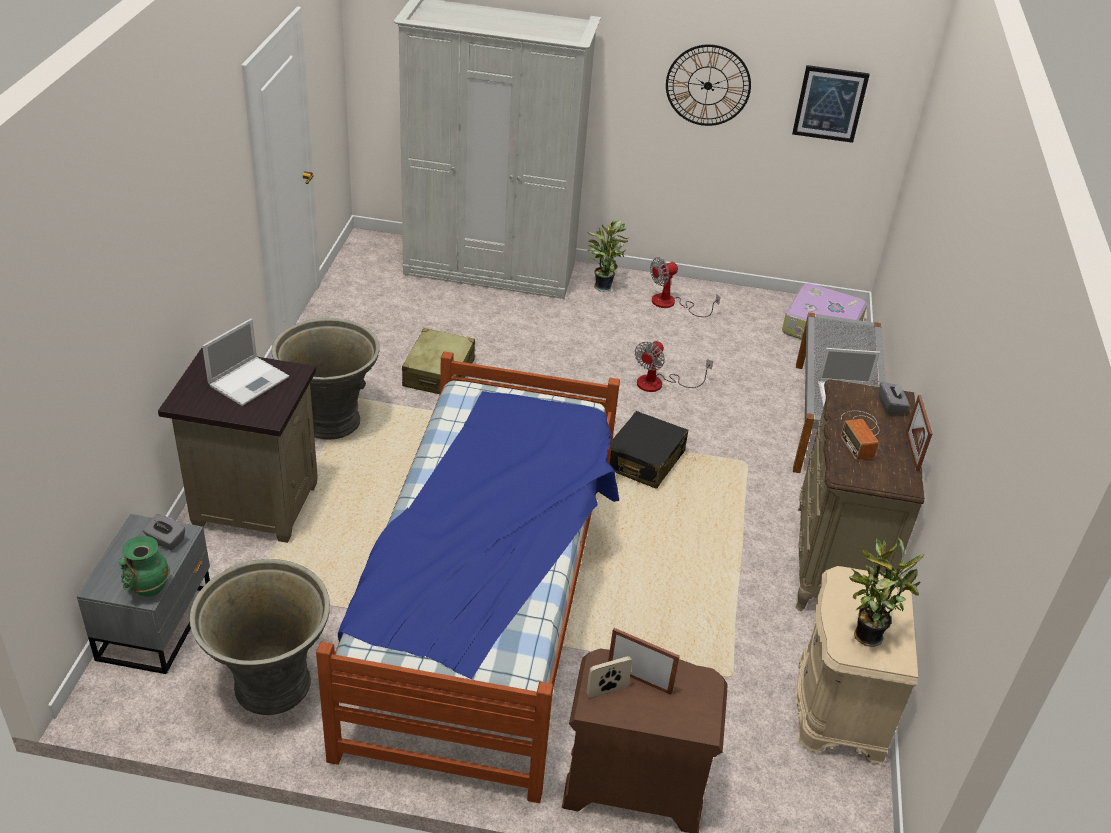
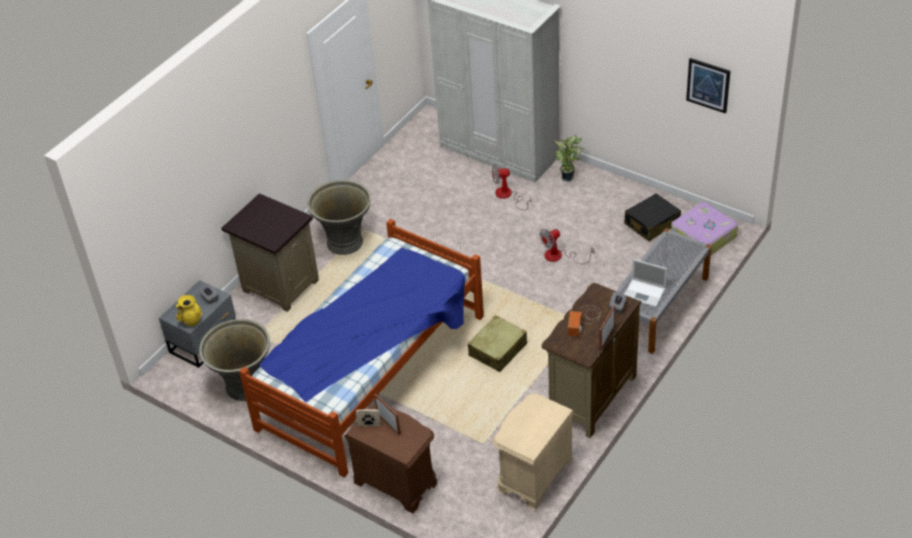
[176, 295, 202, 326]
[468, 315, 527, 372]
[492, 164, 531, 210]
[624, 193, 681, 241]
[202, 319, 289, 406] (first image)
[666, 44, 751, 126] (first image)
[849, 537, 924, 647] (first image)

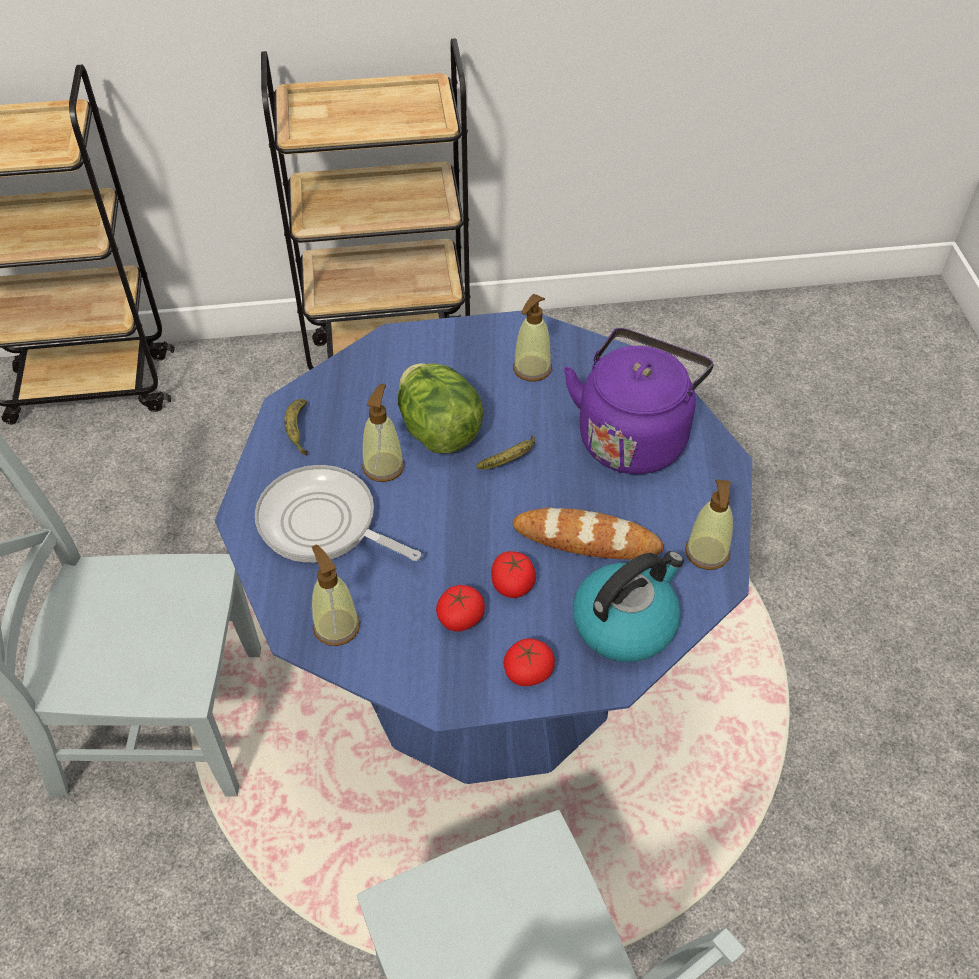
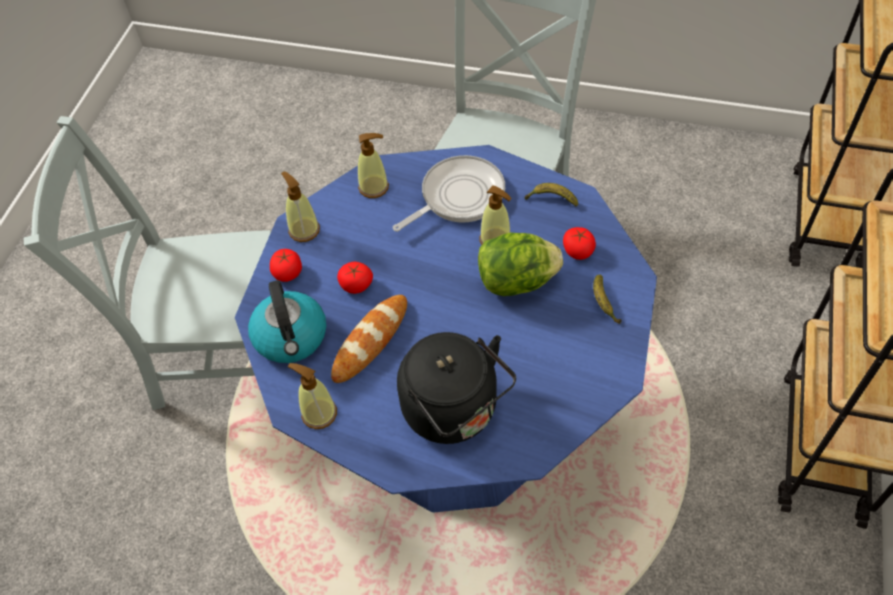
[281, 171, 320, 242]
[397, 332, 516, 444]
[563, 227, 596, 260]
[593, 275, 621, 324]

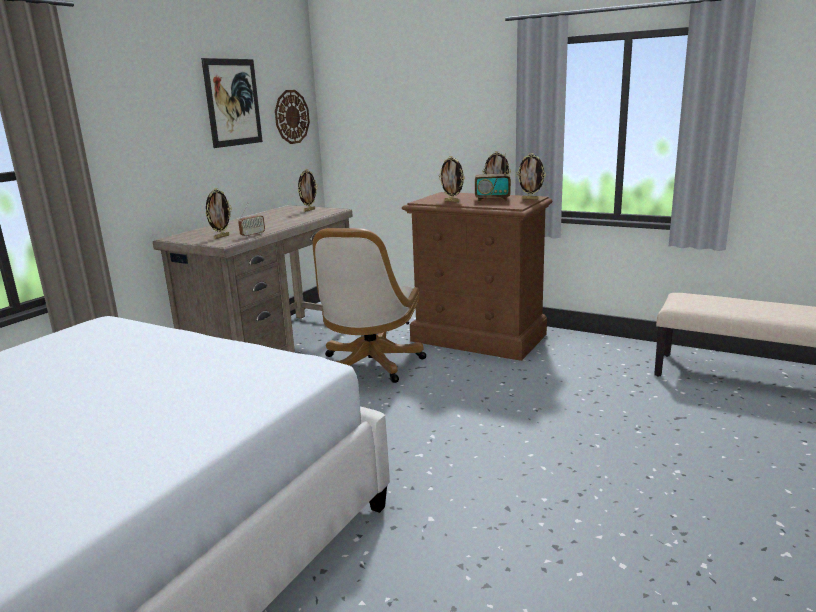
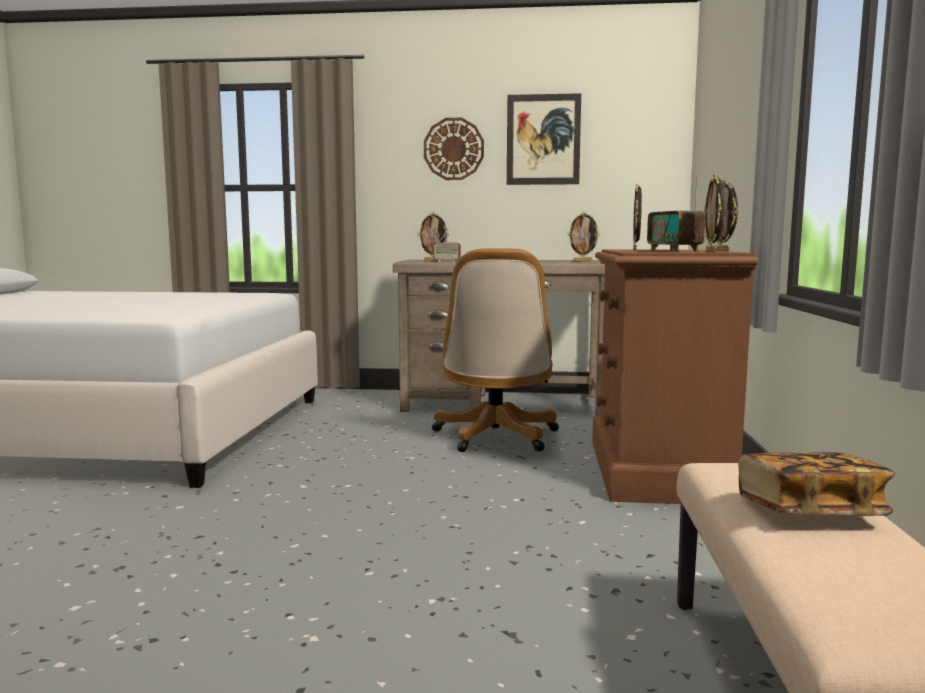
[424, 118, 484, 180]
[432, 249, 559, 452]
[738, 452, 895, 516]

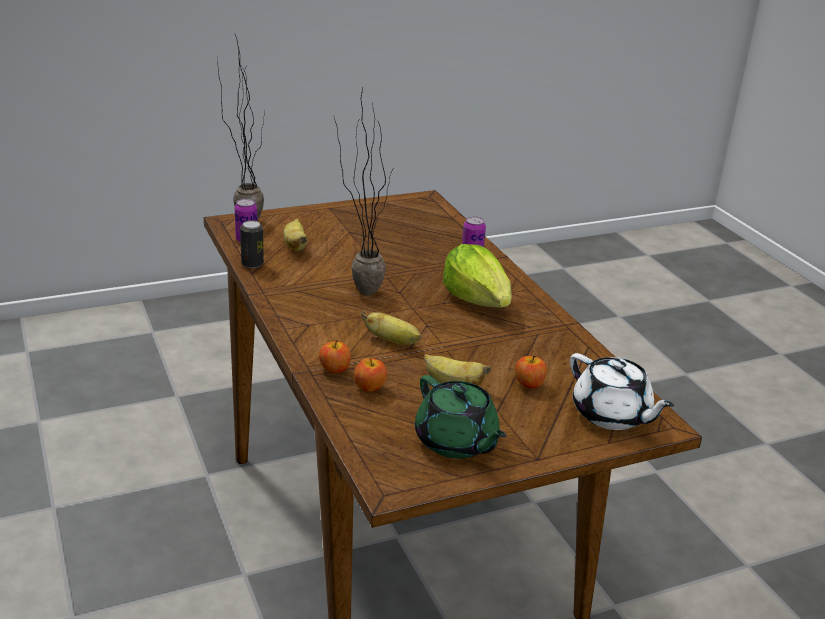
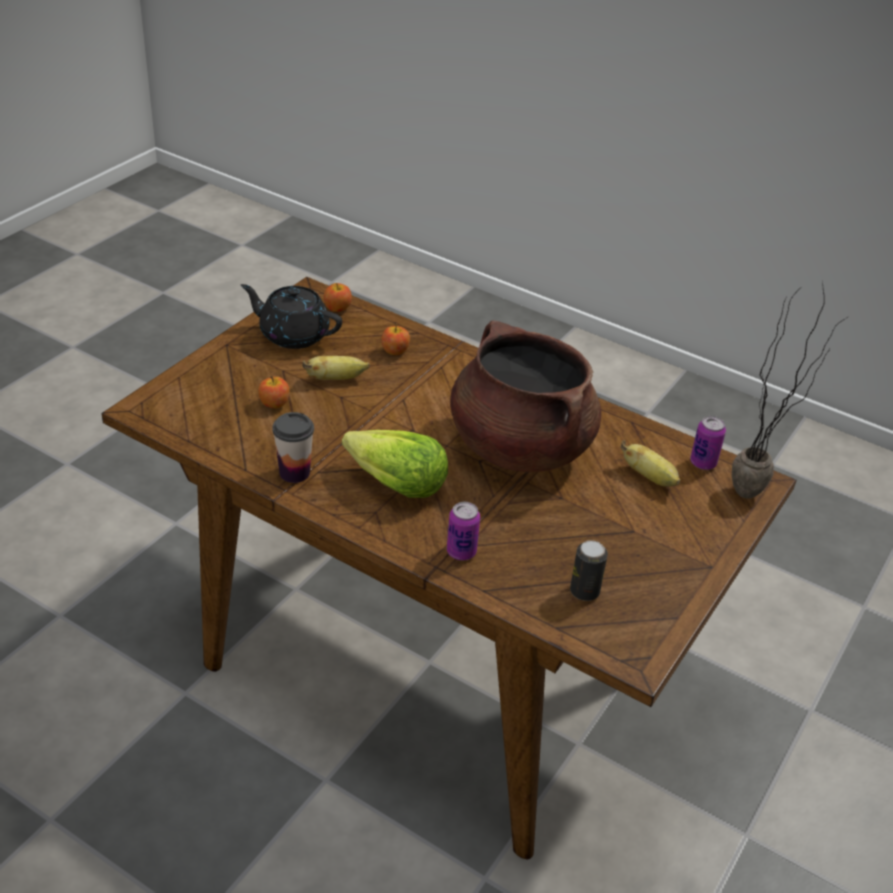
[241, 284, 342, 349]
[272, 412, 314, 483]
[324, 283, 352, 312]
[450, 320, 601, 472]
[570, 540, 608, 601]
[361, 311, 421, 345] (first image)
[570, 353, 674, 430] (first image)

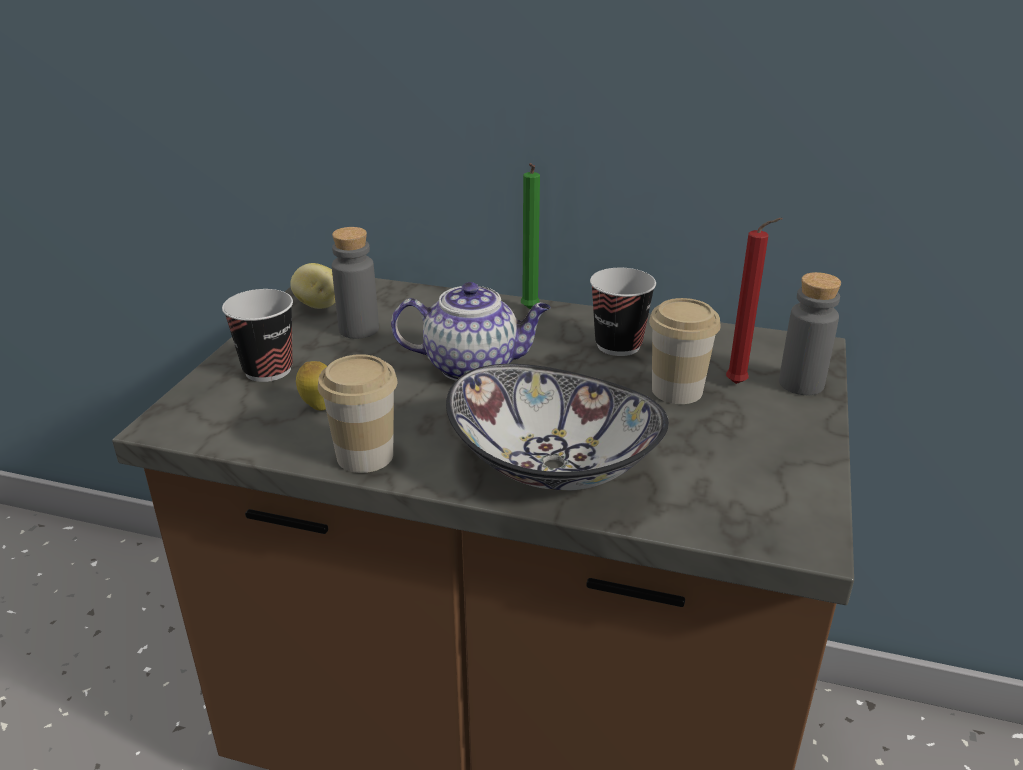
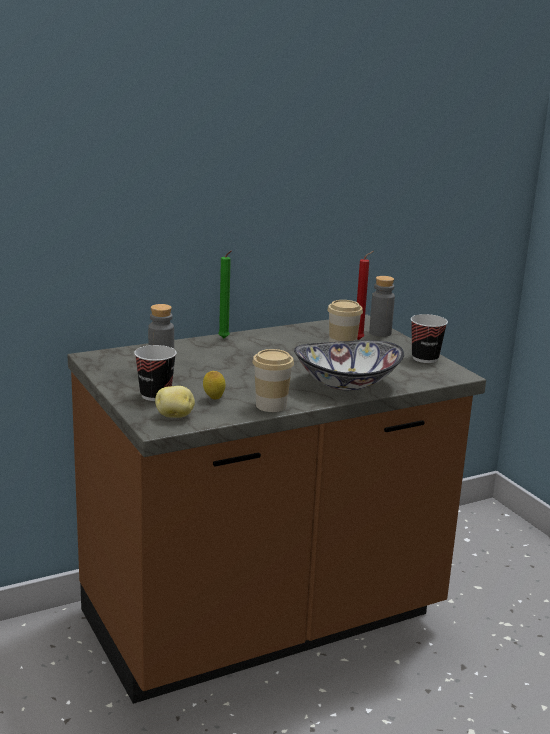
[155, 386, 195, 418]
[411, 314, 448, 363]
[391, 282, 551, 381] (first image)

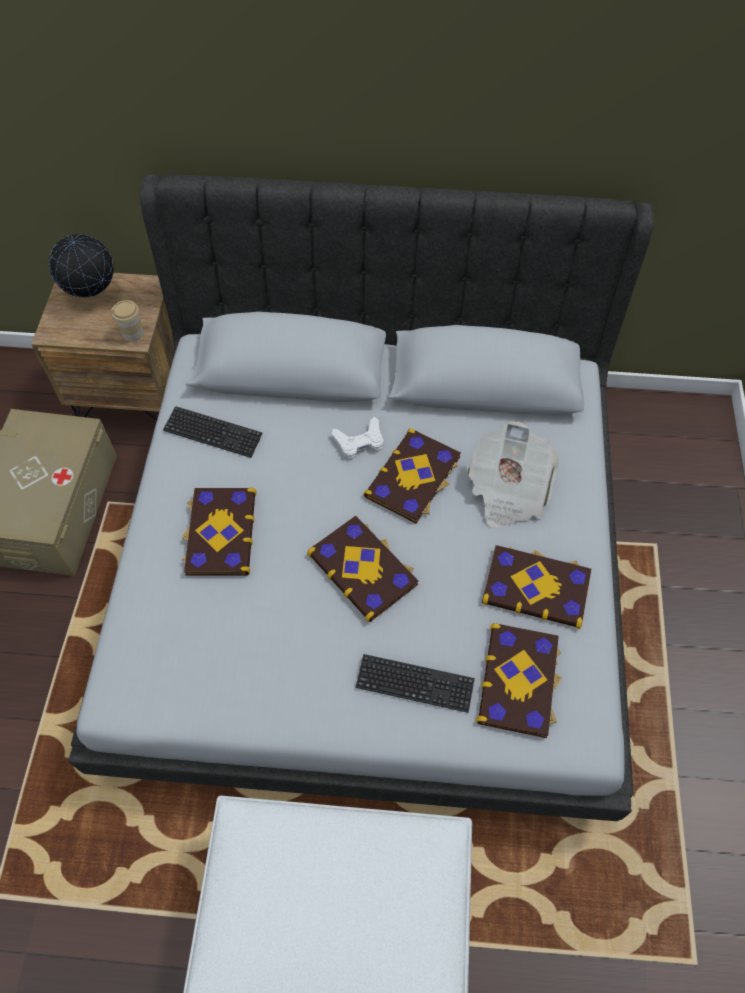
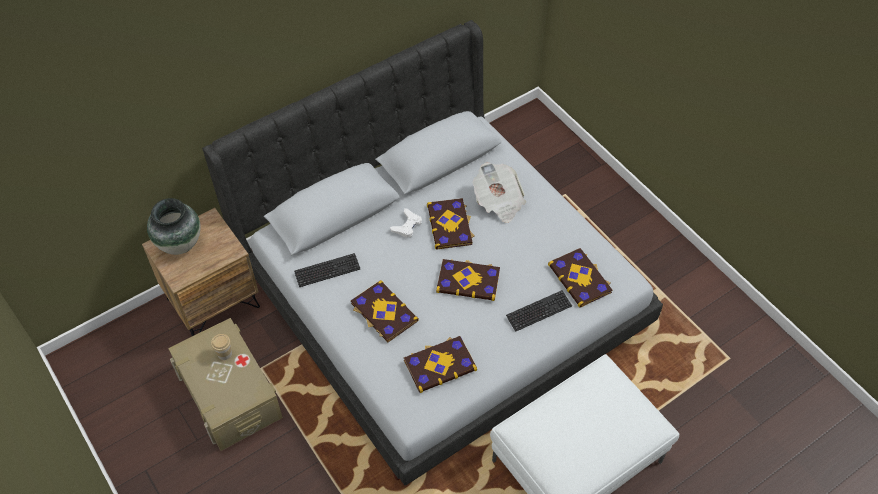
[147, 198, 201, 255]
[211, 334, 232, 360]
[404, 336, 477, 393]

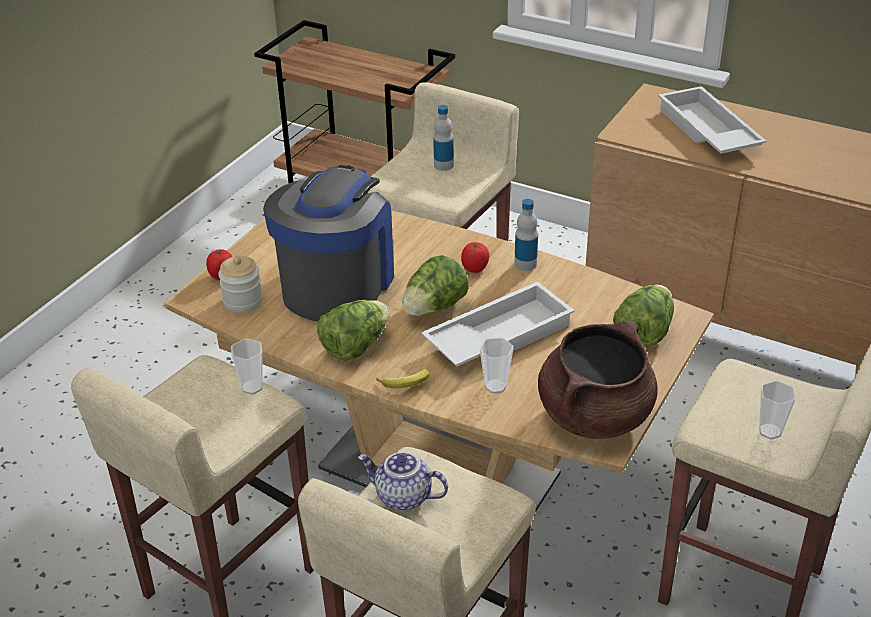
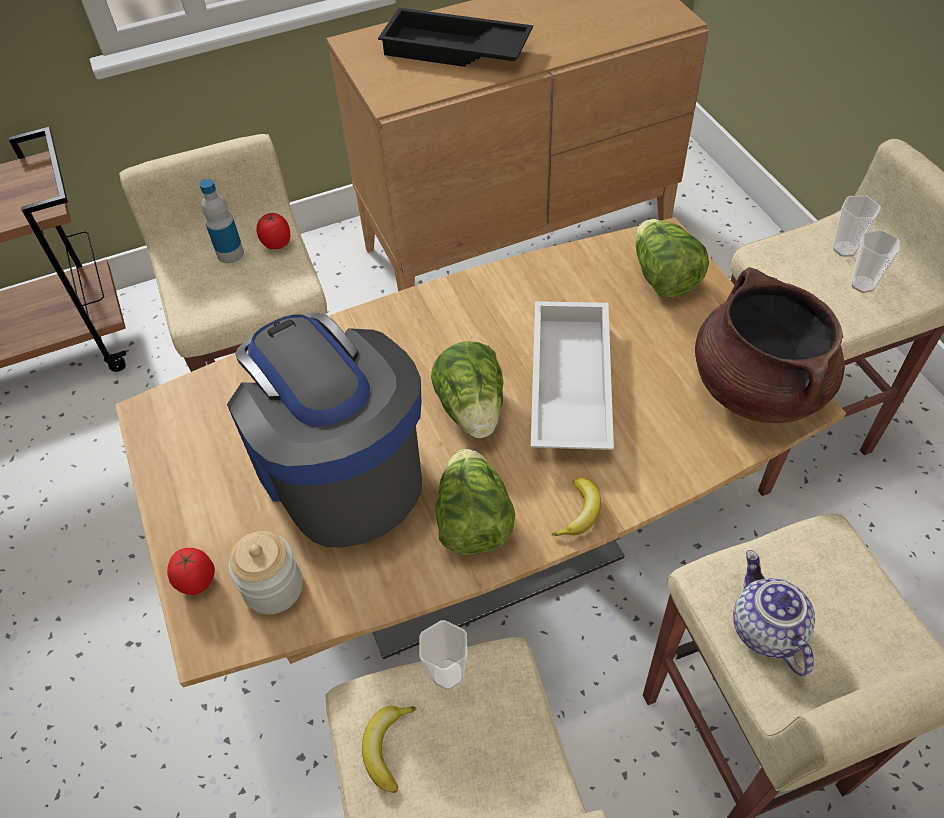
[256, 213, 290, 250]
[362, 706, 417, 793]
[378, 8, 533, 67]
[733, 550, 815, 676]
[833, 196, 881, 257]
[514, 199, 538, 271] (first image)

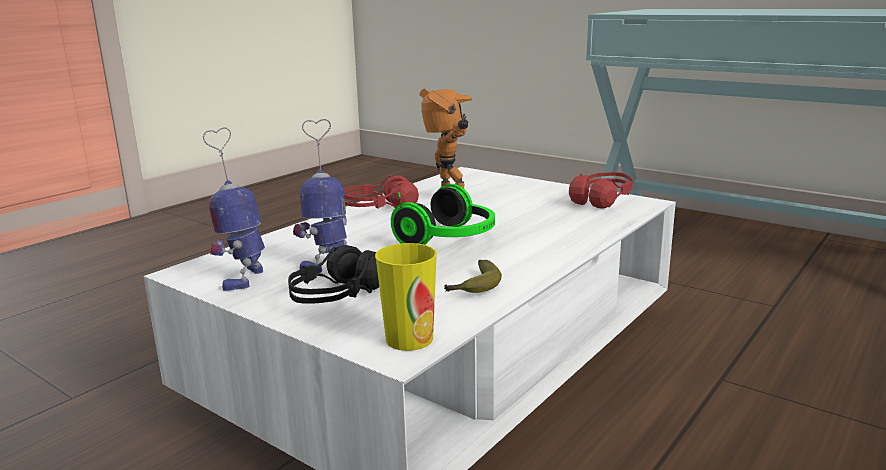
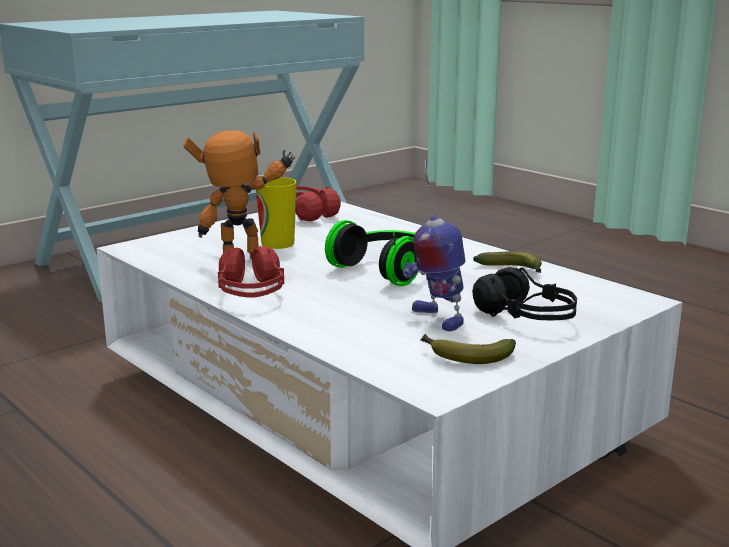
[256, 177, 297, 249]
[420, 334, 516, 364]

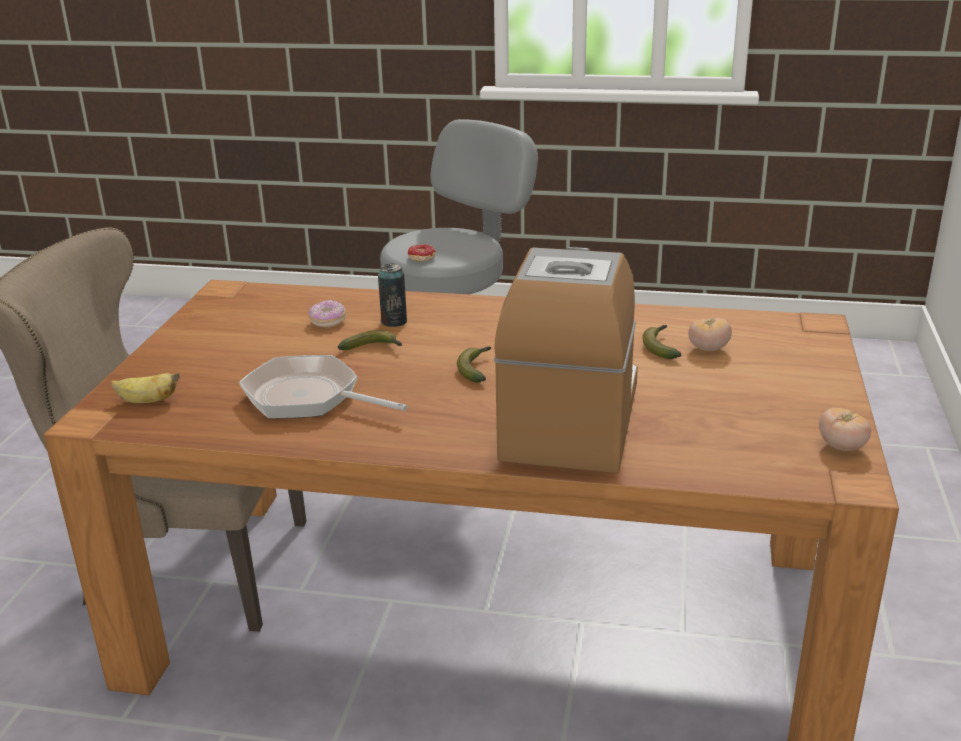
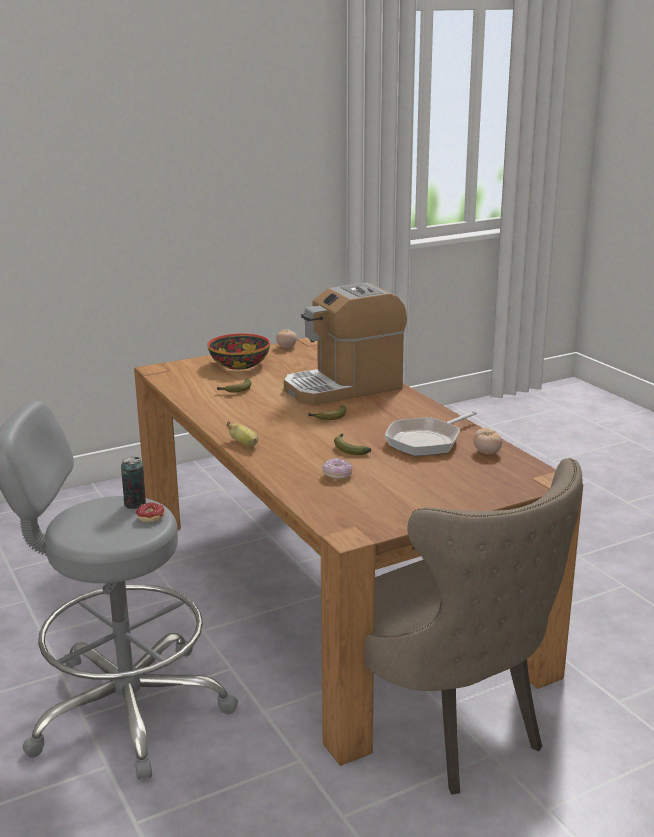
[121, 457, 146, 509]
[207, 333, 270, 370]
[227, 421, 258, 447]
[385, 411, 477, 456]
[474, 428, 502, 454]

